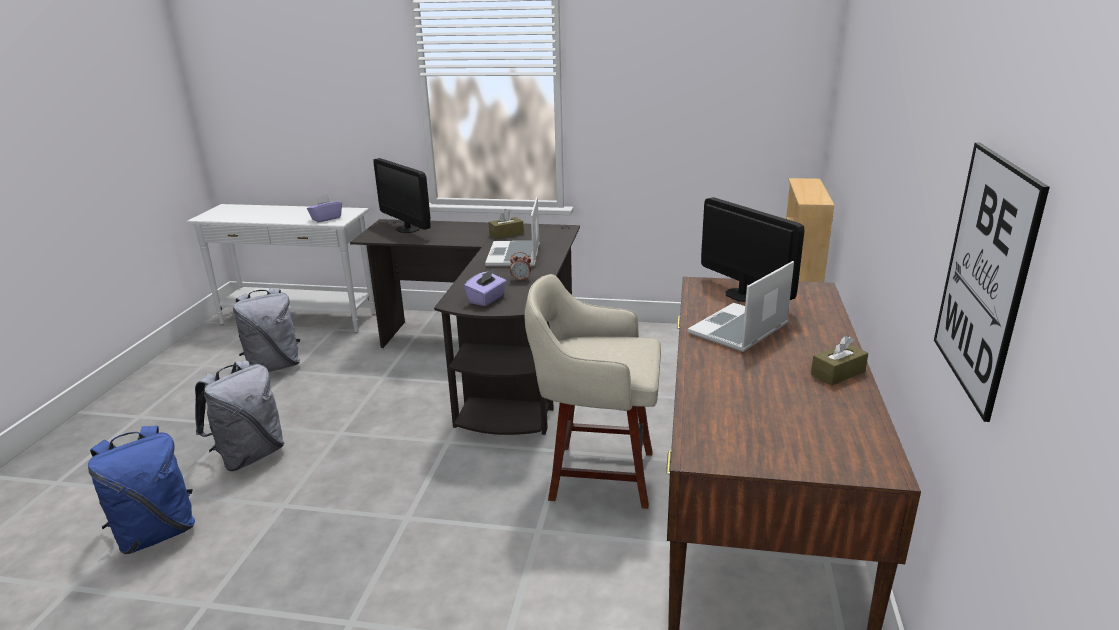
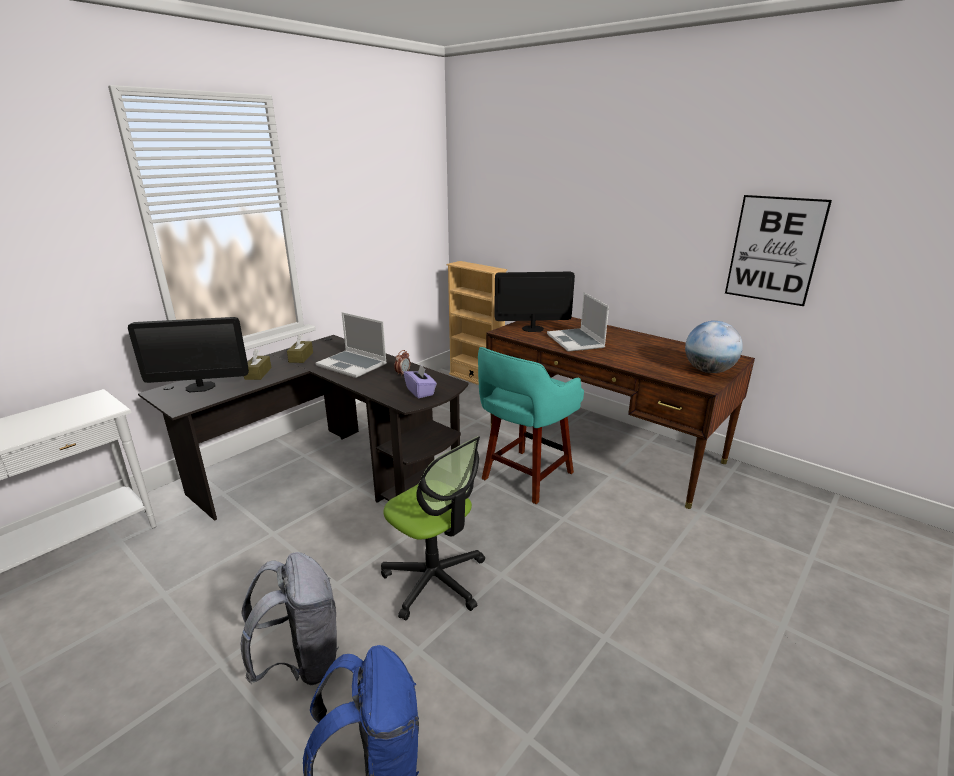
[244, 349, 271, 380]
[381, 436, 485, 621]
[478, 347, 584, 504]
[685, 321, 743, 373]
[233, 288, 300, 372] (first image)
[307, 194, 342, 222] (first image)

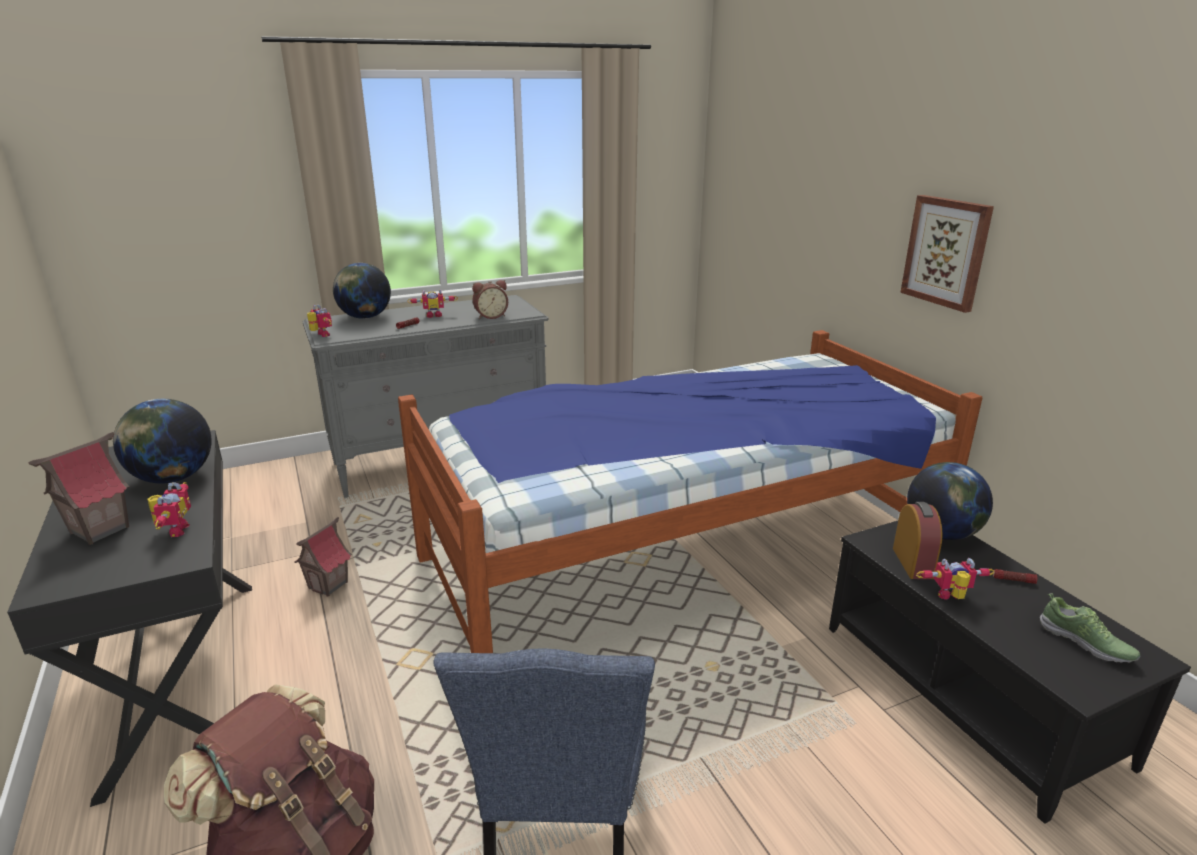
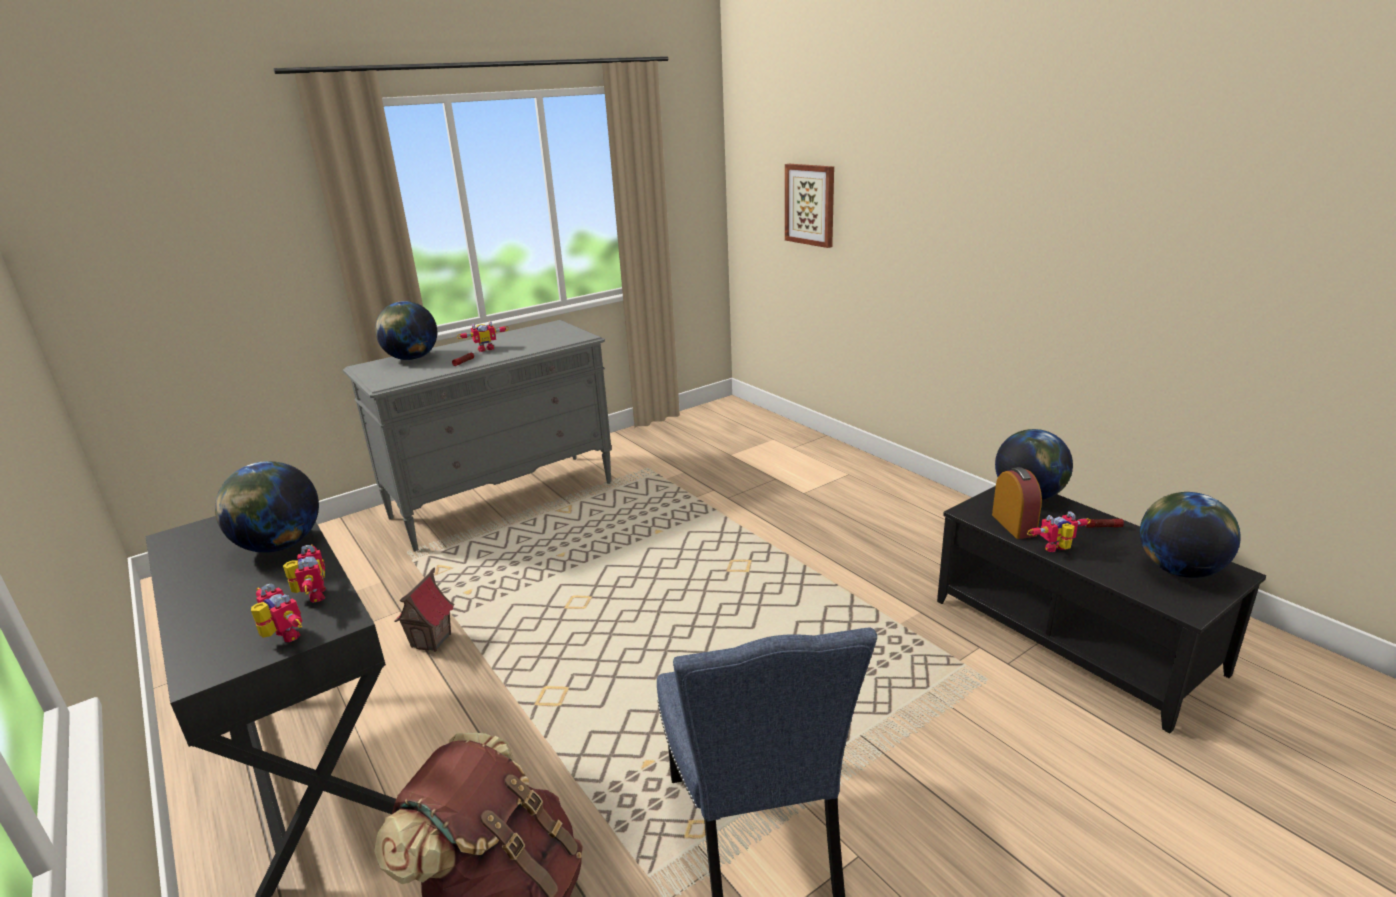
[251, 584, 302, 642]
[785, 164, 834, 248]
[1140, 492, 1241, 578]
[28, 432, 130, 545] (first image)
[398, 330, 982, 653] (first image)
[472, 280, 508, 319] (first image)

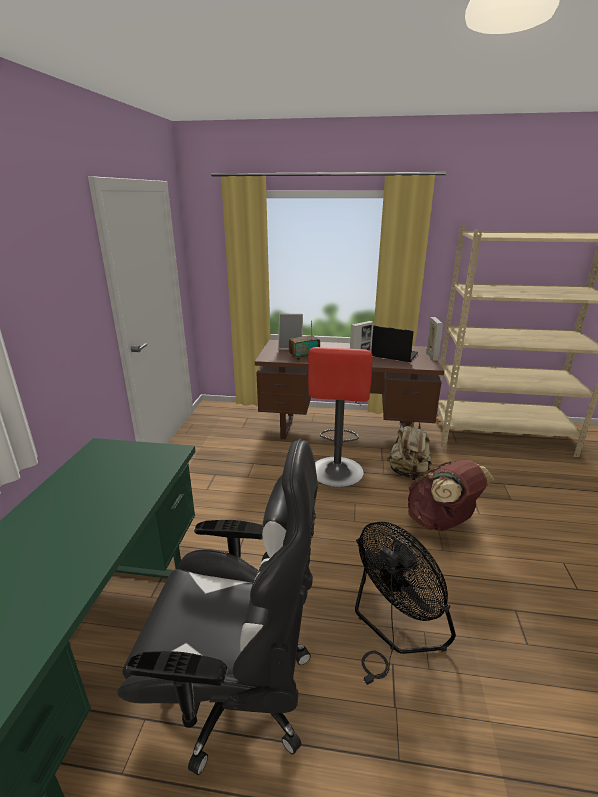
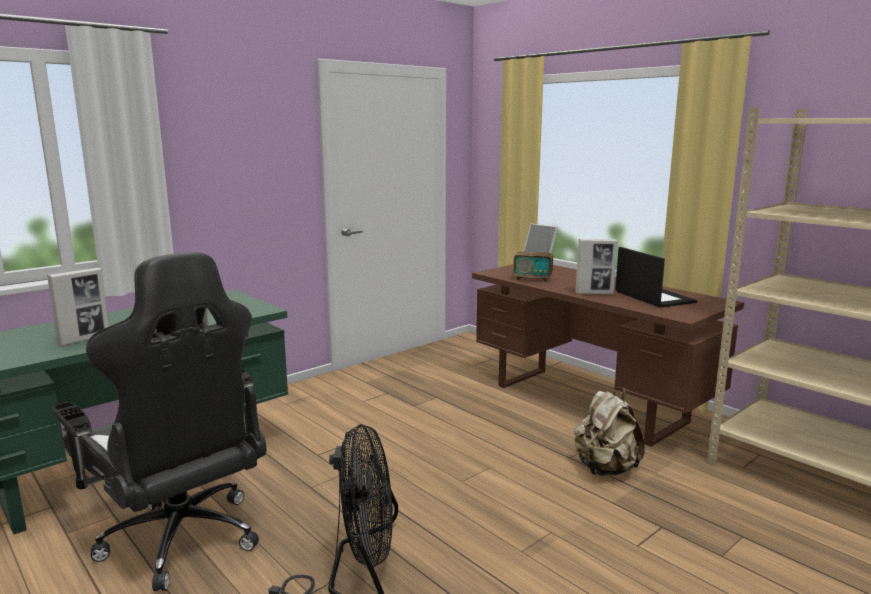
[47, 268, 109, 346]
[308, 347, 373, 487] (first image)
[408, 460, 494, 531] (first image)

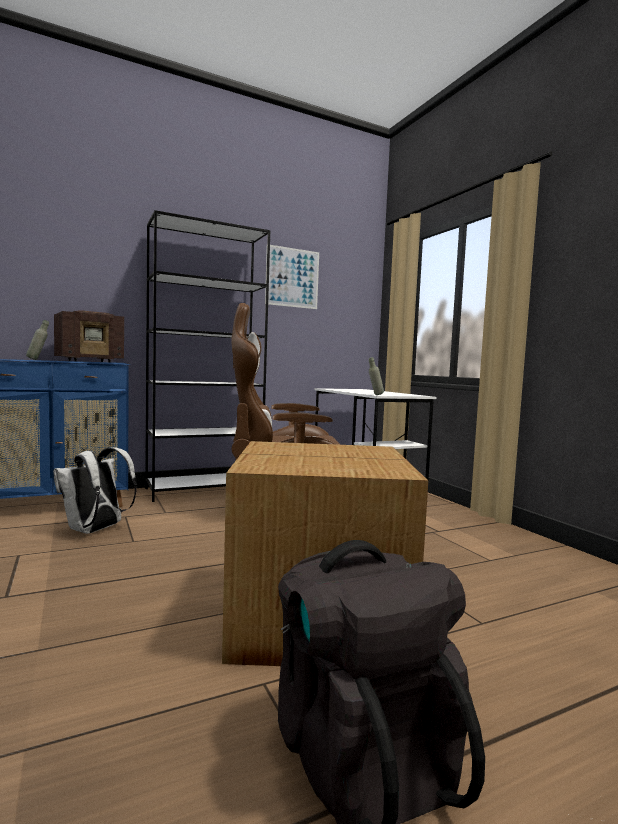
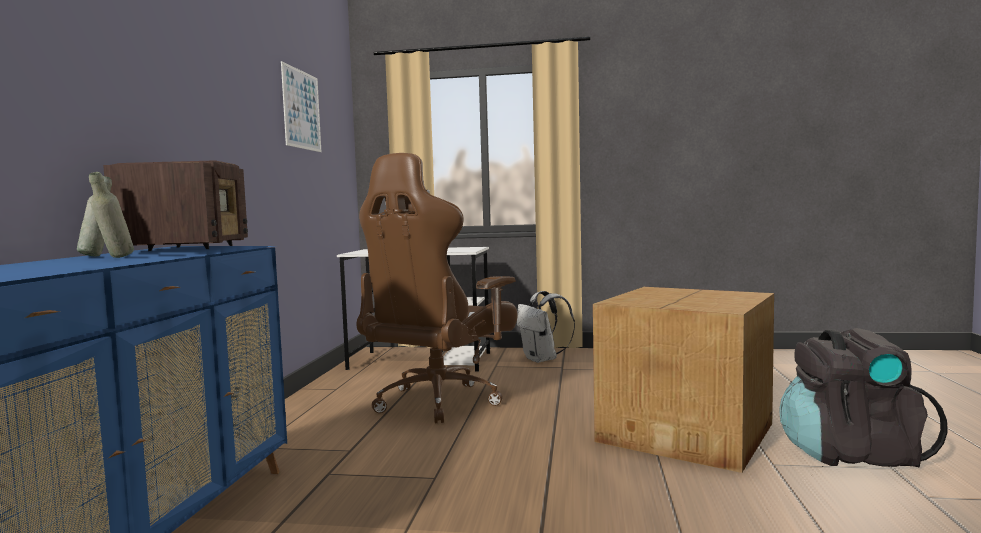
[89, 172, 134, 258]
[517, 291, 575, 363]
[145, 210, 270, 502] (first image)

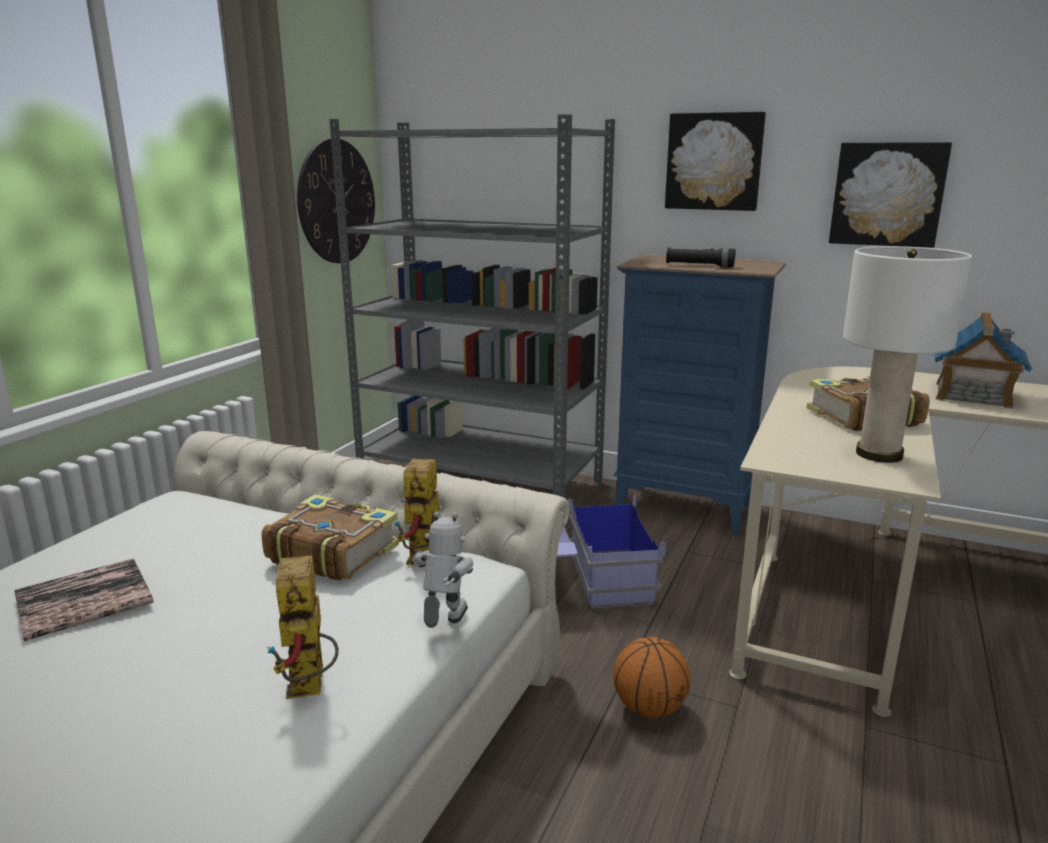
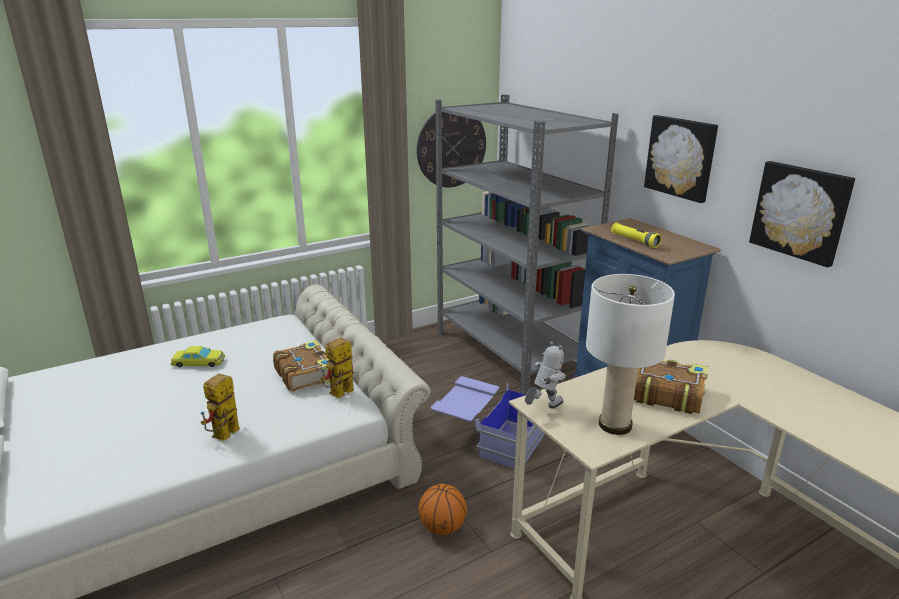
[171, 346, 225, 367]
[525, 341, 566, 409]
[611, 223, 661, 248]
[934, 312, 1033, 409] (first image)

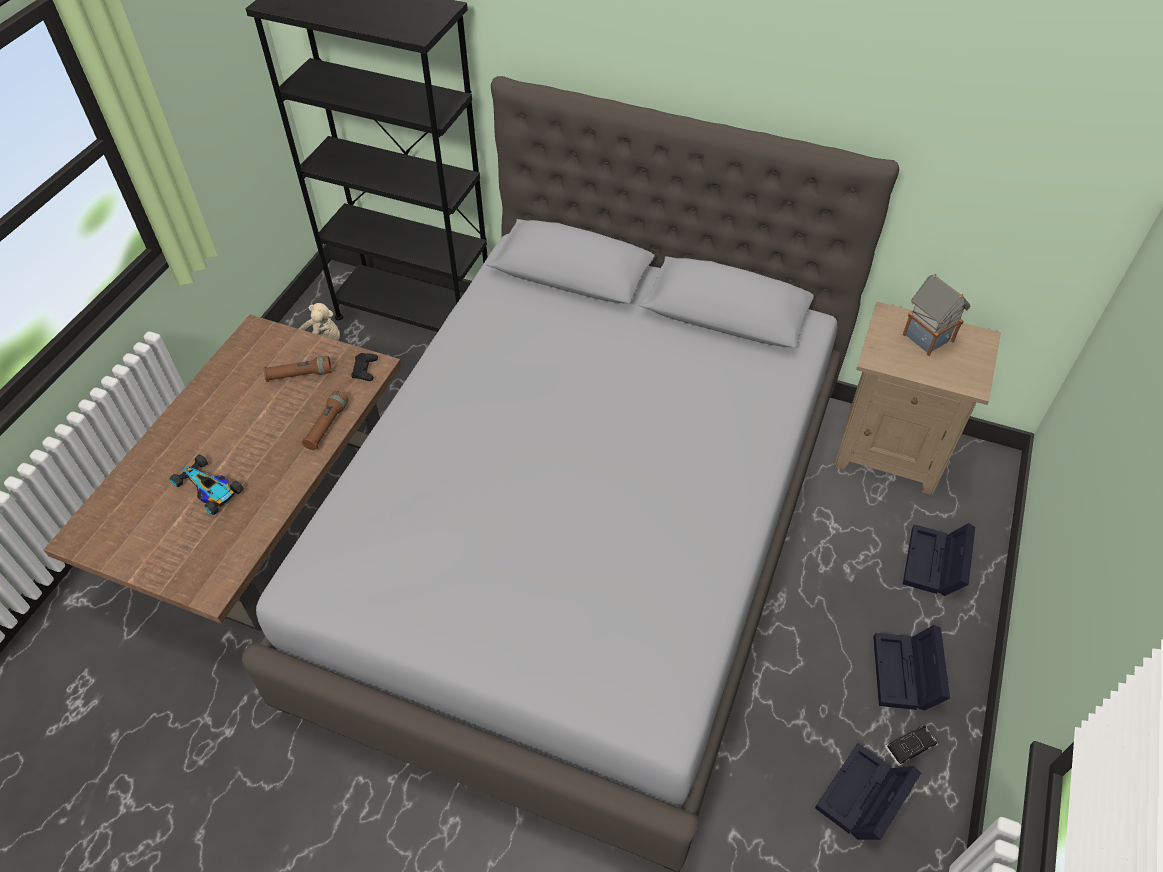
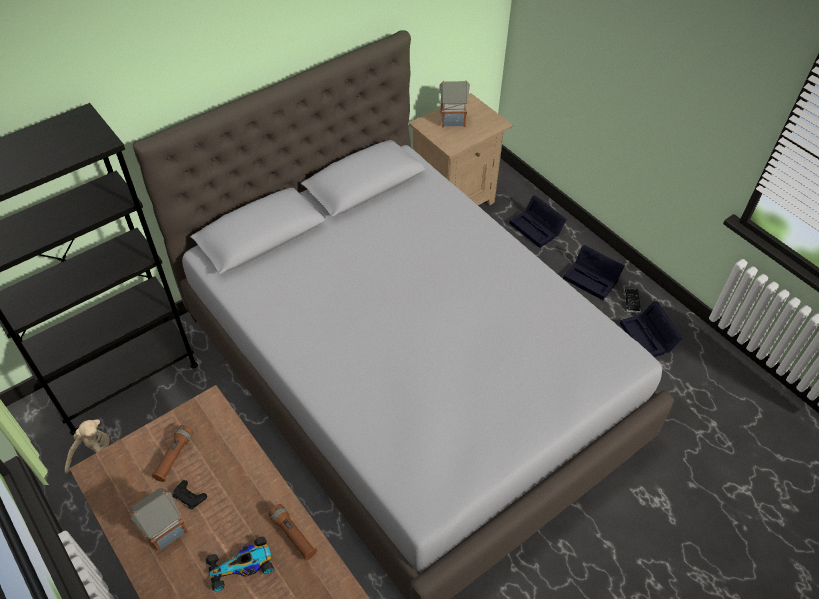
[129, 488, 188, 553]
[172, 480, 207, 510]
[269, 504, 317, 560]

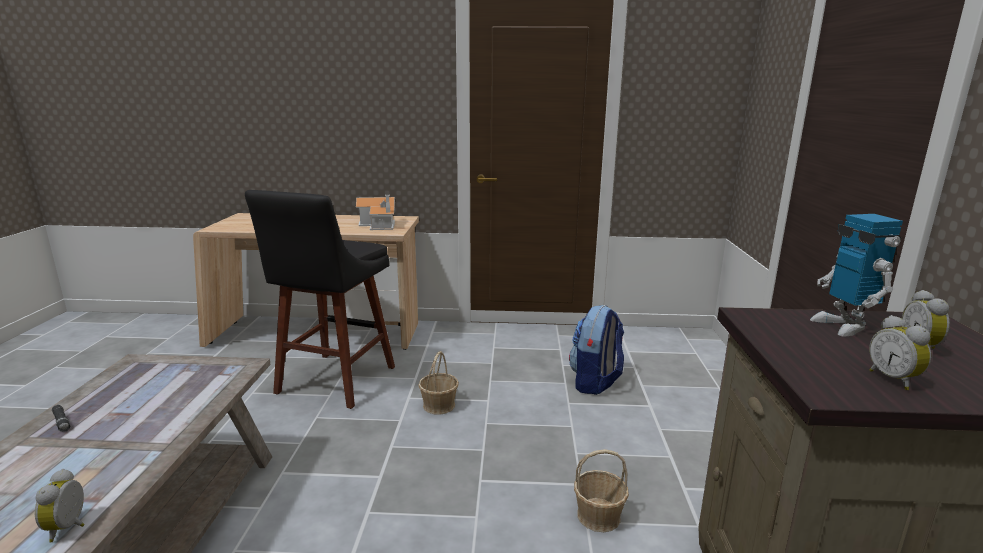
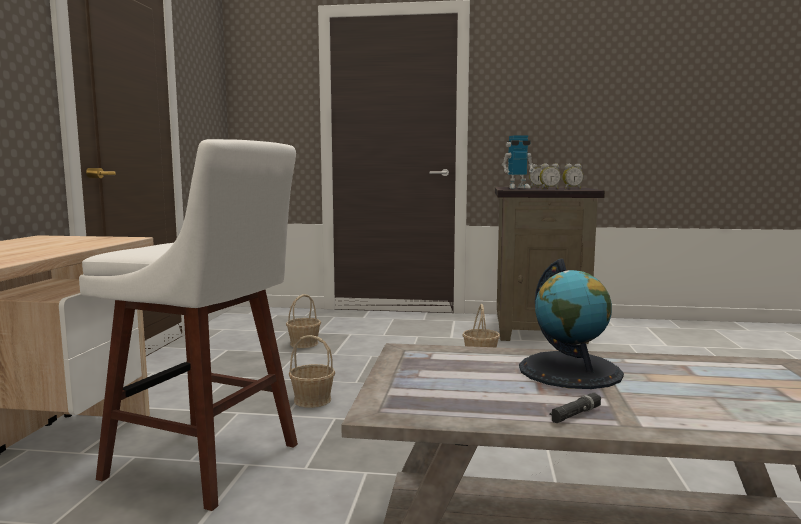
[79, 139, 298, 511]
[286, 294, 321, 348]
[519, 259, 624, 389]
[539, 163, 561, 189]
[356, 195, 395, 230] (first image)

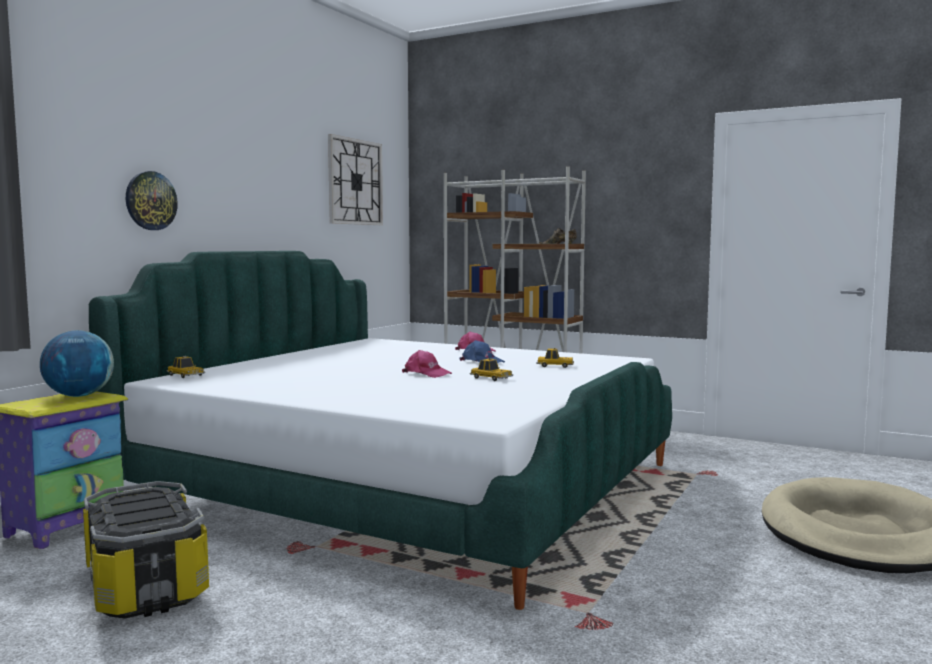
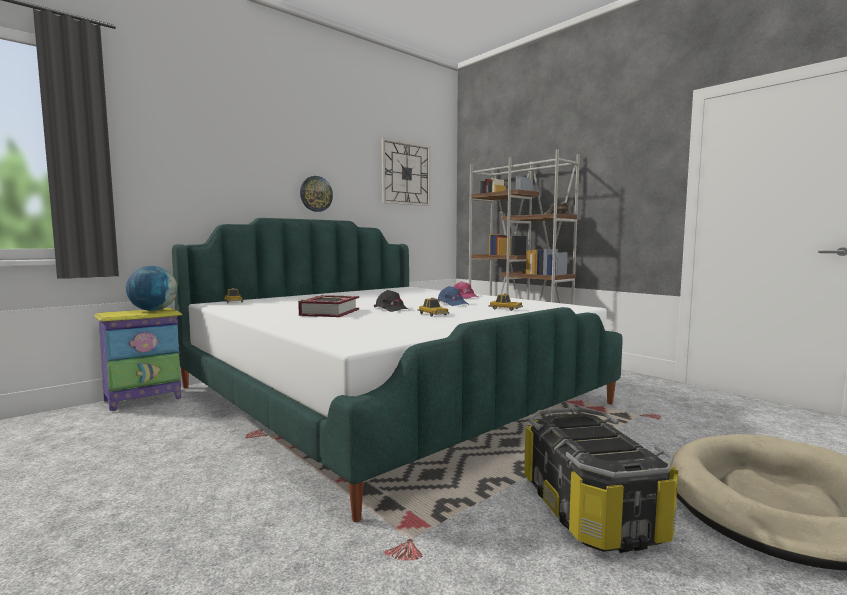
[298, 295, 359, 317]
[300, 176, 333, 212]
[374, 290, 409, 312]
[524, 407, 678, 553]

